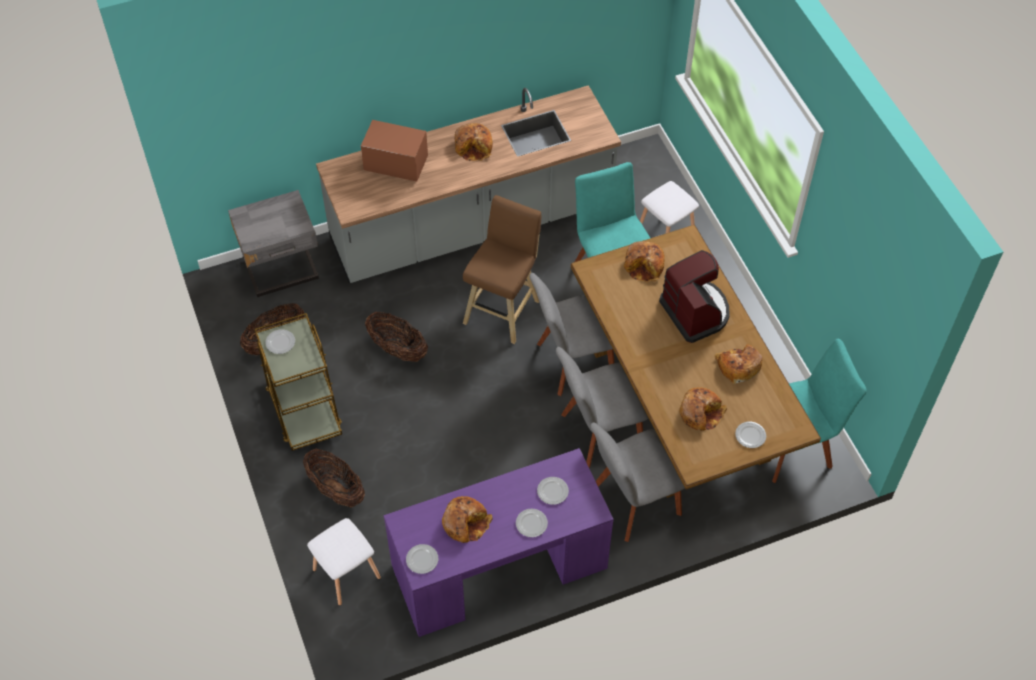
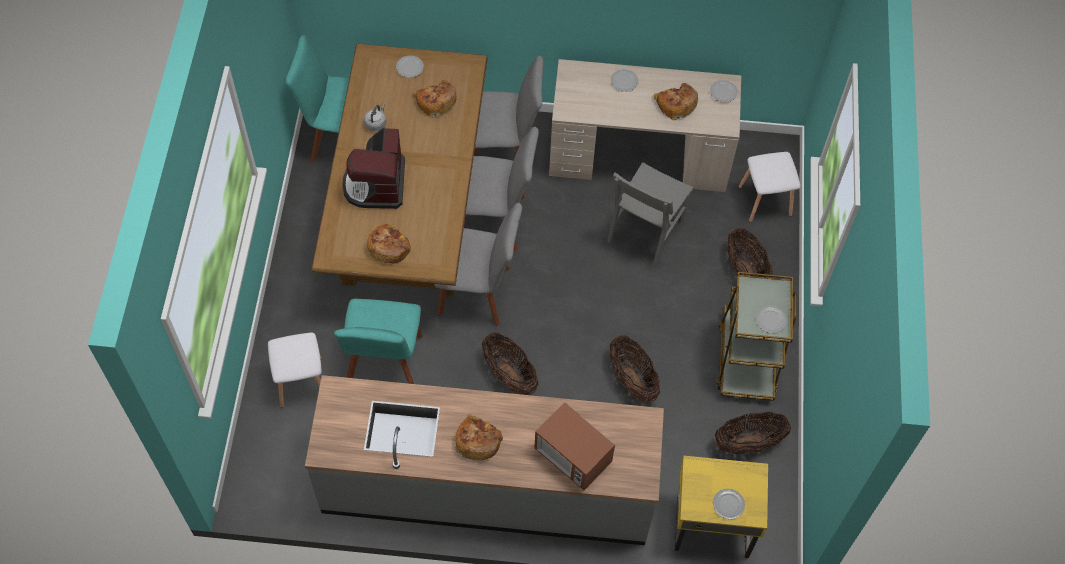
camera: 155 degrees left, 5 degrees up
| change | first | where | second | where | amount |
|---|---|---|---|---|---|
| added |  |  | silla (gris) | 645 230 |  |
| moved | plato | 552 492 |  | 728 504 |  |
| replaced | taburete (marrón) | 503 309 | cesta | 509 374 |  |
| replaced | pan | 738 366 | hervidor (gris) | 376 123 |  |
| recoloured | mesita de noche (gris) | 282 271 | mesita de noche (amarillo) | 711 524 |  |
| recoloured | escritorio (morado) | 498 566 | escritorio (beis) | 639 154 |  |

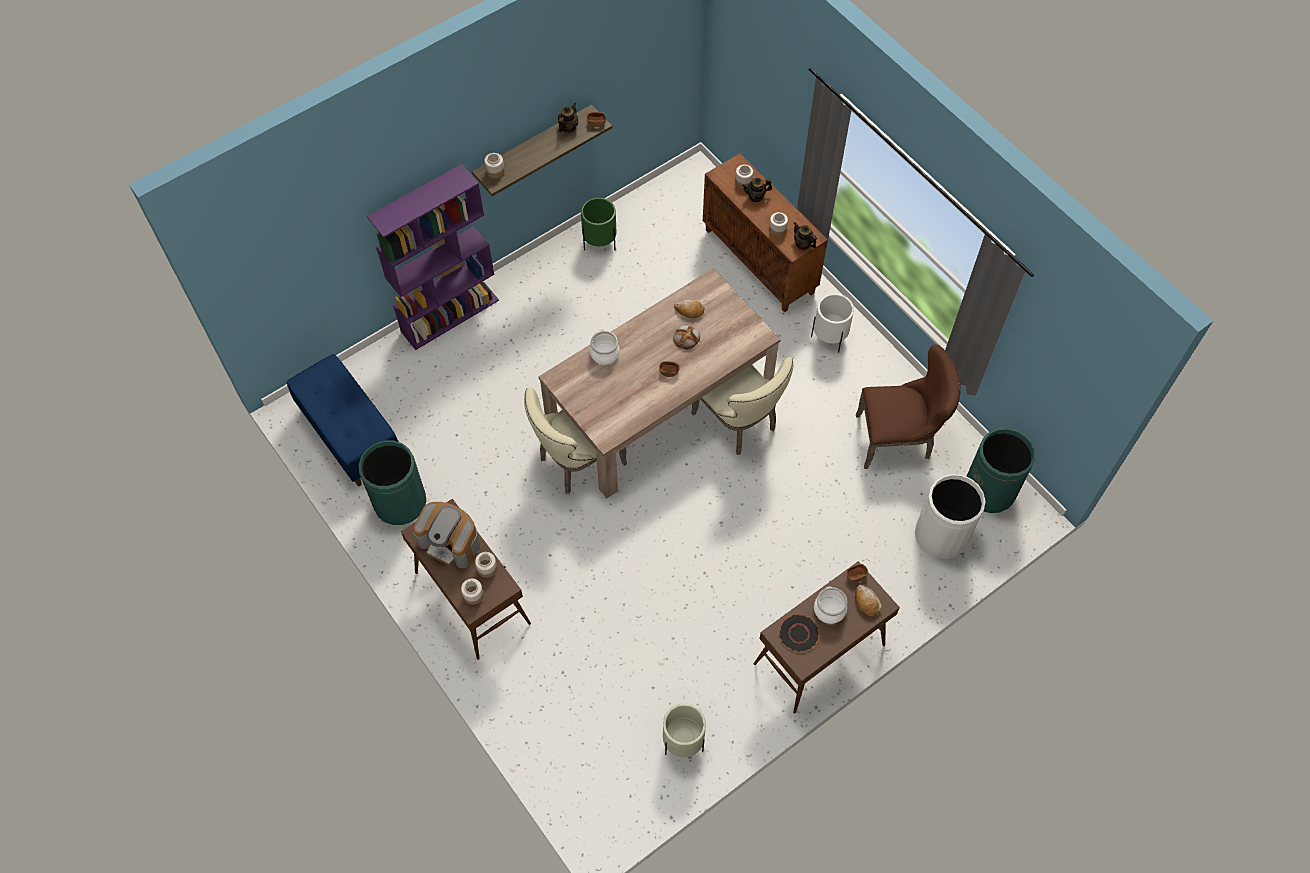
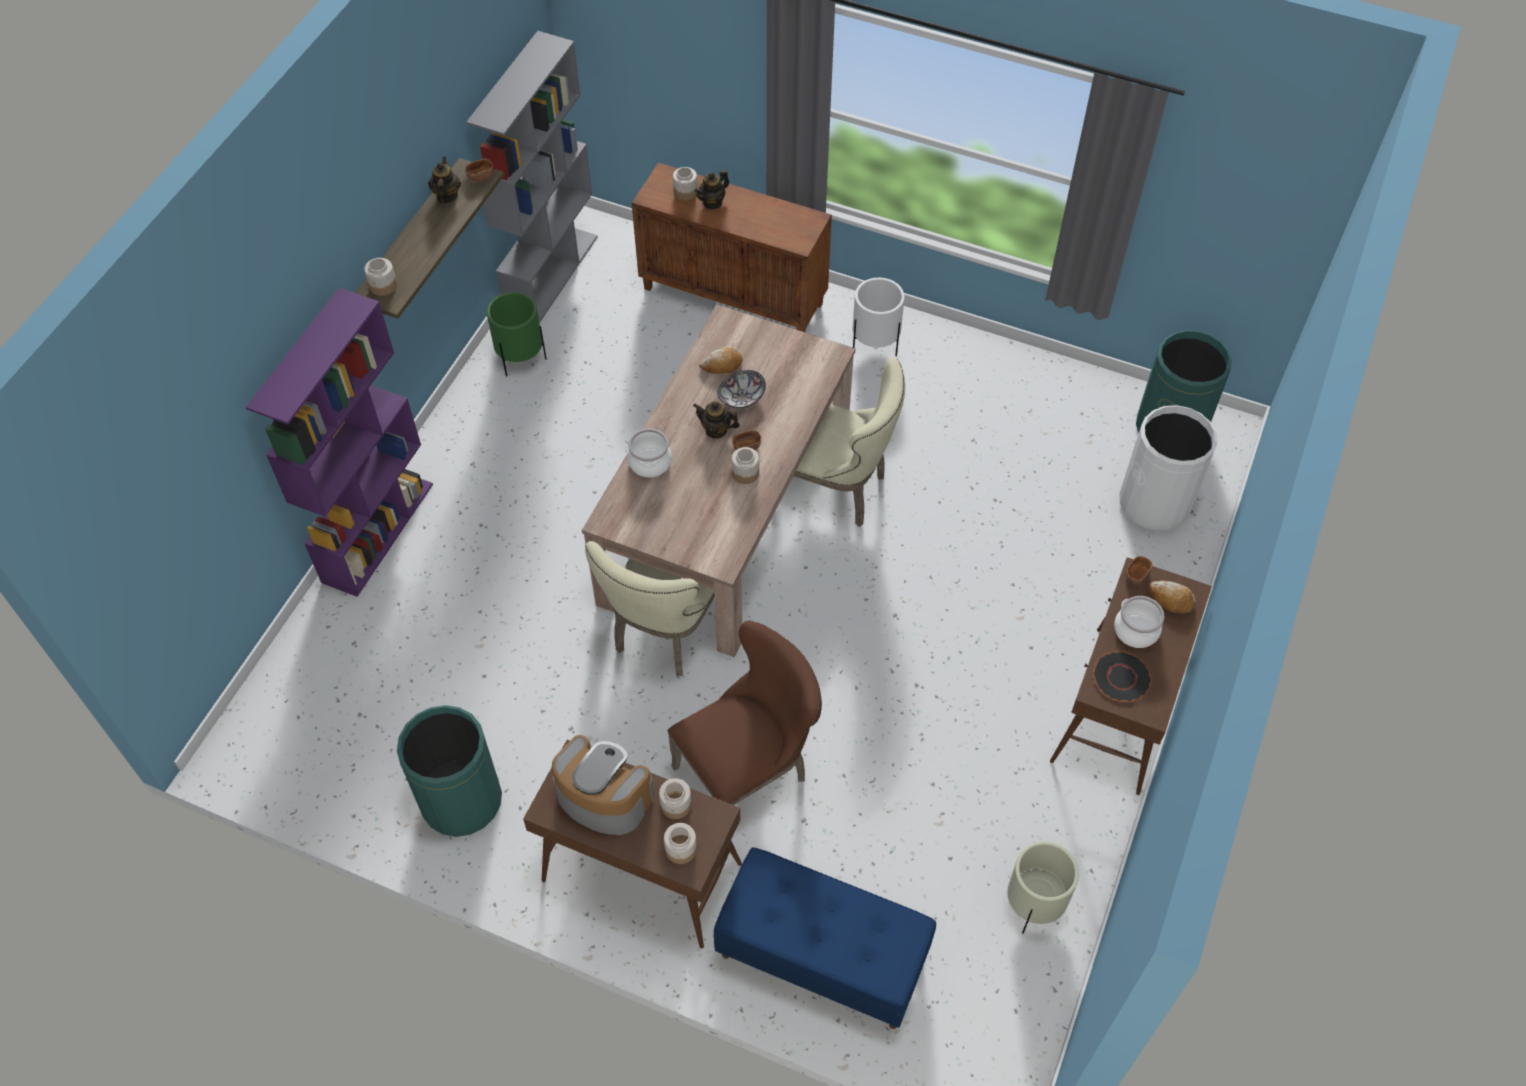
camera: 30 degrees left, 5 degrees down
| change | first | where | second | where | amount |
|---|---|---|---|---|---|
| added |  |  | estantería (gris) | 551 274 |  |
| moved | banco (azul) | 349 434 |  | 821 956 |  |
| moved | tarro | 778 229 |  | 745 473 |  |
| moved | tetera | 803 244 |  | 716 430 |  |
| moved | silla (marrón) | 898 439 |  | 748 772 |  |
| replaced | pan | 686 338 | cuenco | 741 398 |  |
| turned | cafetera | 450 542 |  | 603 797 | 150 degrees counterclockwise |

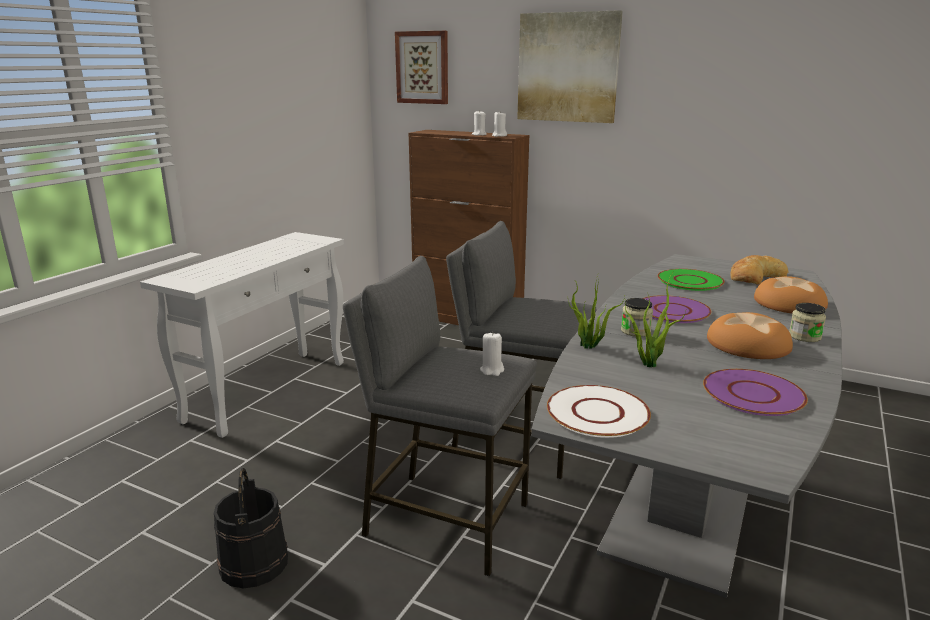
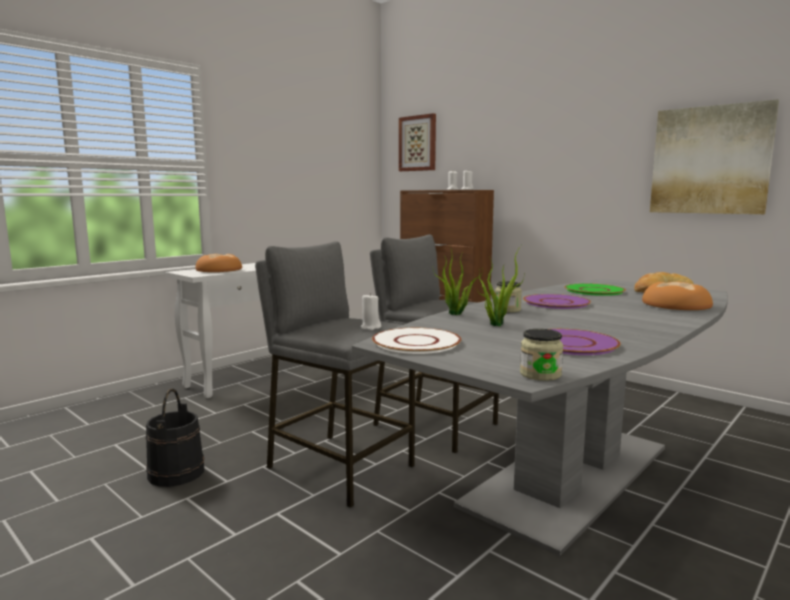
camera: 15 degrees right, 10 degrees down
| change | first | where | second | where | amount |
|---|---|---|---|---|---|
| moved | cuadro | 568 68 |  | 710 160 |  |
| moved | pan | 749 344 |  | 219 270 |  |
| moved | tarro | 804 336 |  | 540 374 |  |

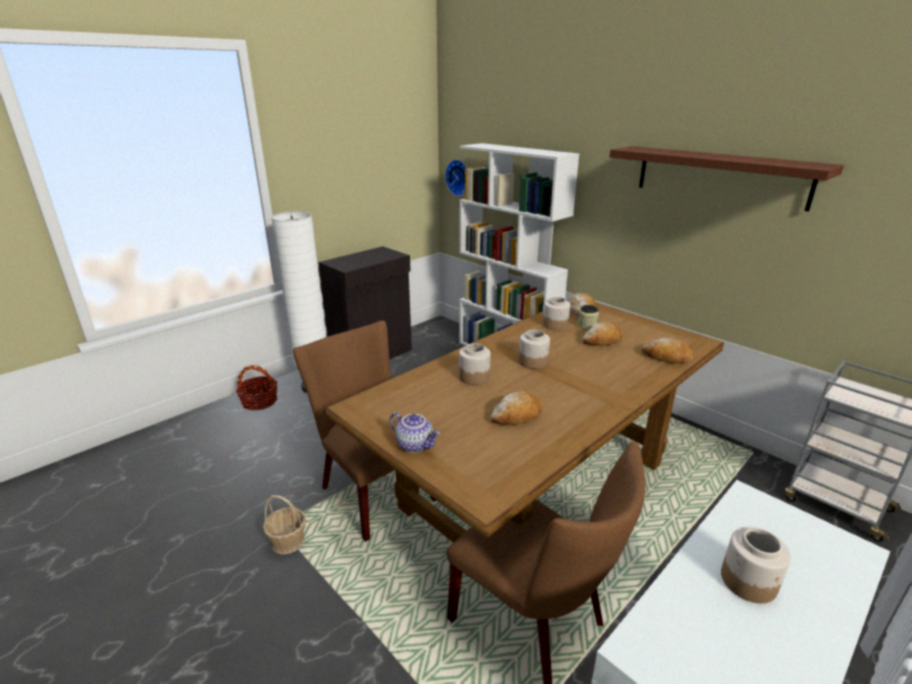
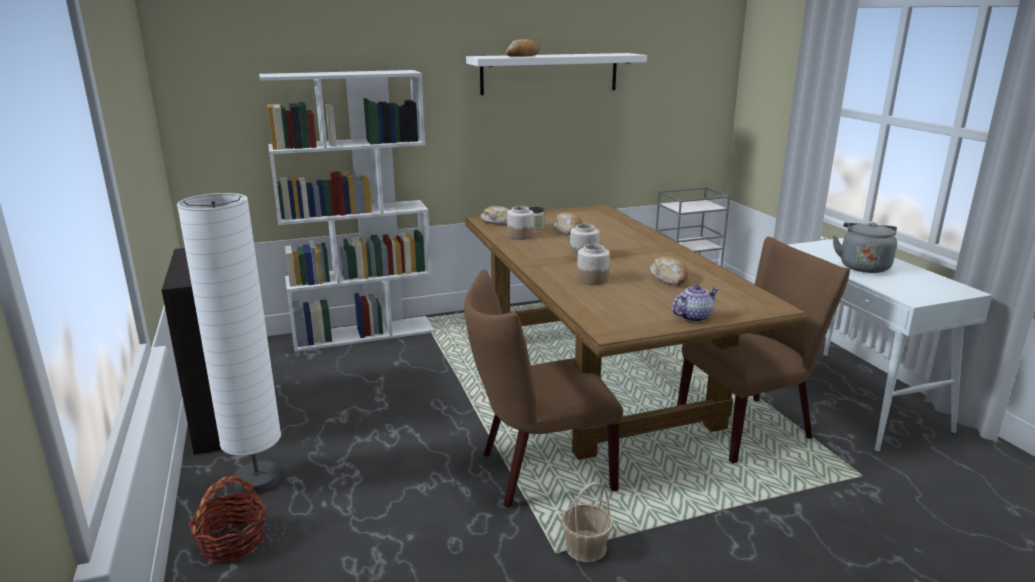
camera: 65 degrees left, 5 degrees down
| change | first | where | second | where | amount |
|---|---|---|---|---|---|
| removed | reloj de pared | 459 177 |  |  |  |
| moved | pan | 667 357 |  | 522 56 |  |
| replaced | tarro | 749 581 | hervidor (gris) | 863 266 |  |
| recoloured | estante (marrón) | 720 176 | estante (blanco) | 549 73 |  |

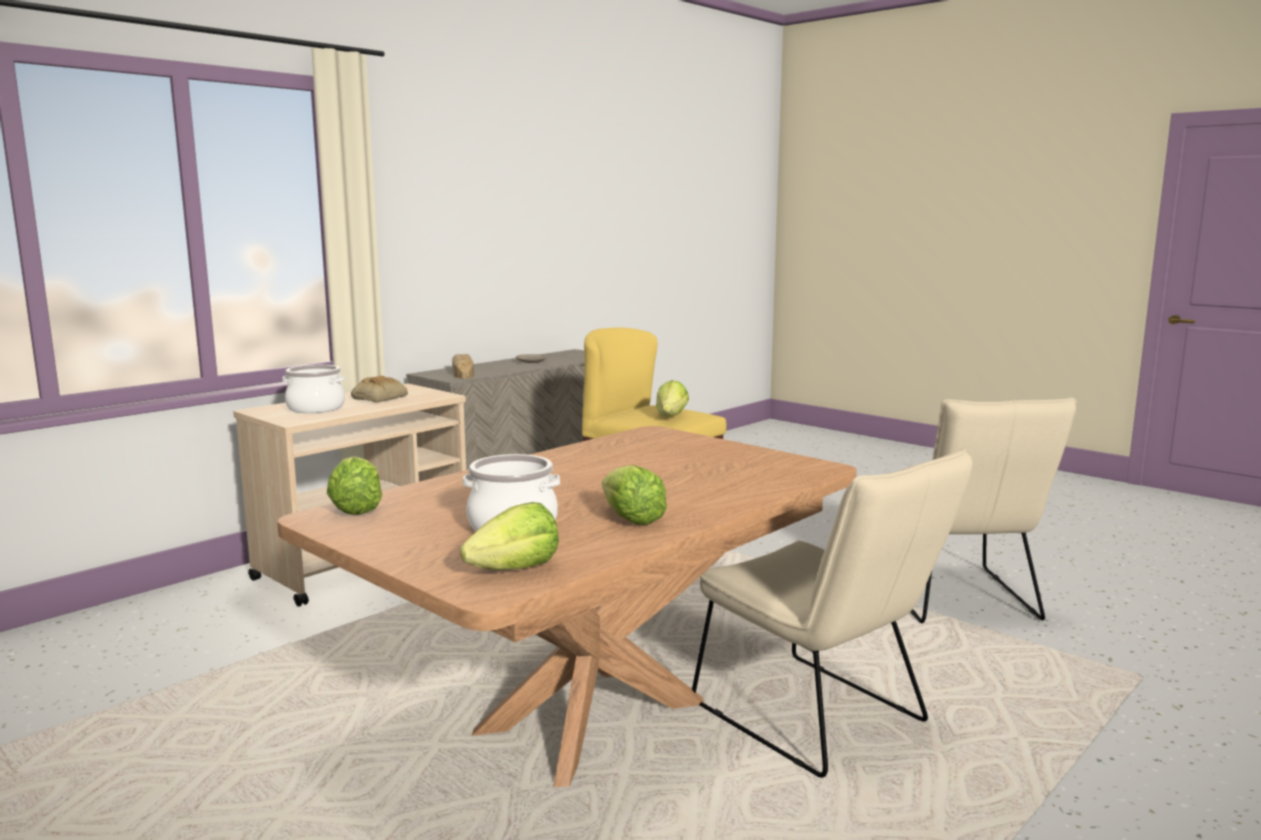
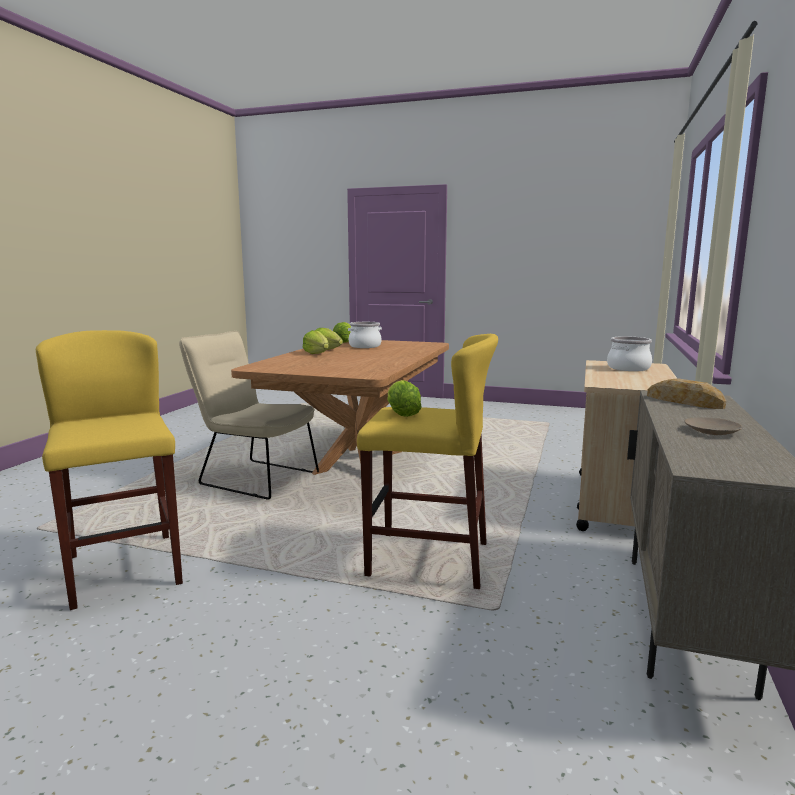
camera: 155 degrees right, 0 degrees up
| change | first | where | second | where | amount |
|---|---|---|---|---|---|
| removed | pan | 379 397 |  |  |  |
| moved | lechuga | 357 508 |  | 317 354 |  |
| replaced | silla (beis) | 959 600 | taburete (amarillo) | 124 569 |  |

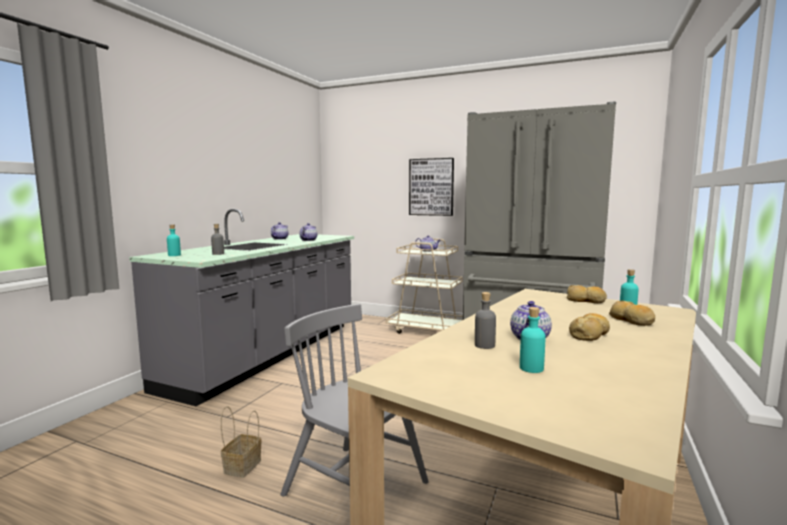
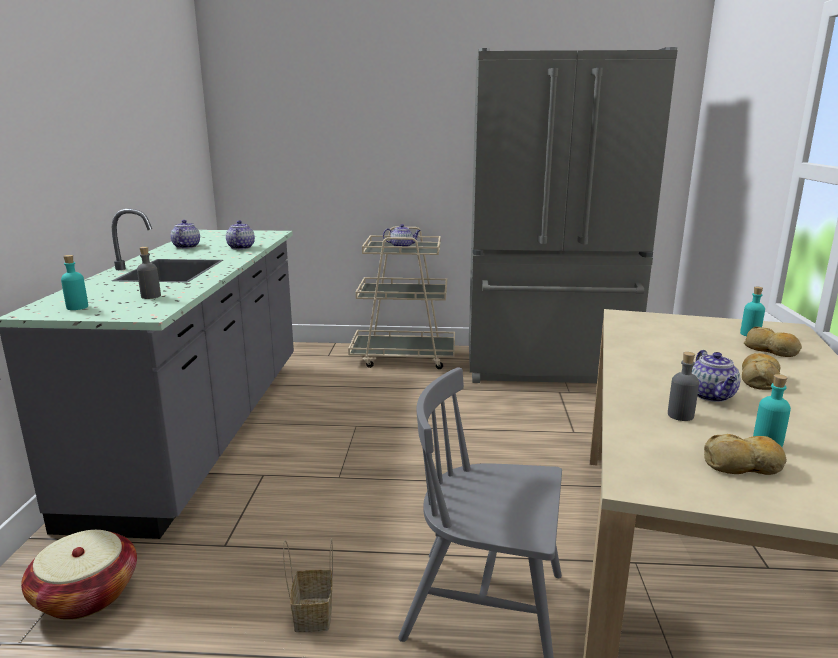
camera: 20 degrees left, 10 degrees up
| change | first | where | second | where | amount |
|---|---|---|---|---|---|
| removed | cuadro | 431 187 |  |  |  |
| added |  |  | cesta | 86 595 |  |
| moved | pan | 586 300 |  | 744 465 |  |

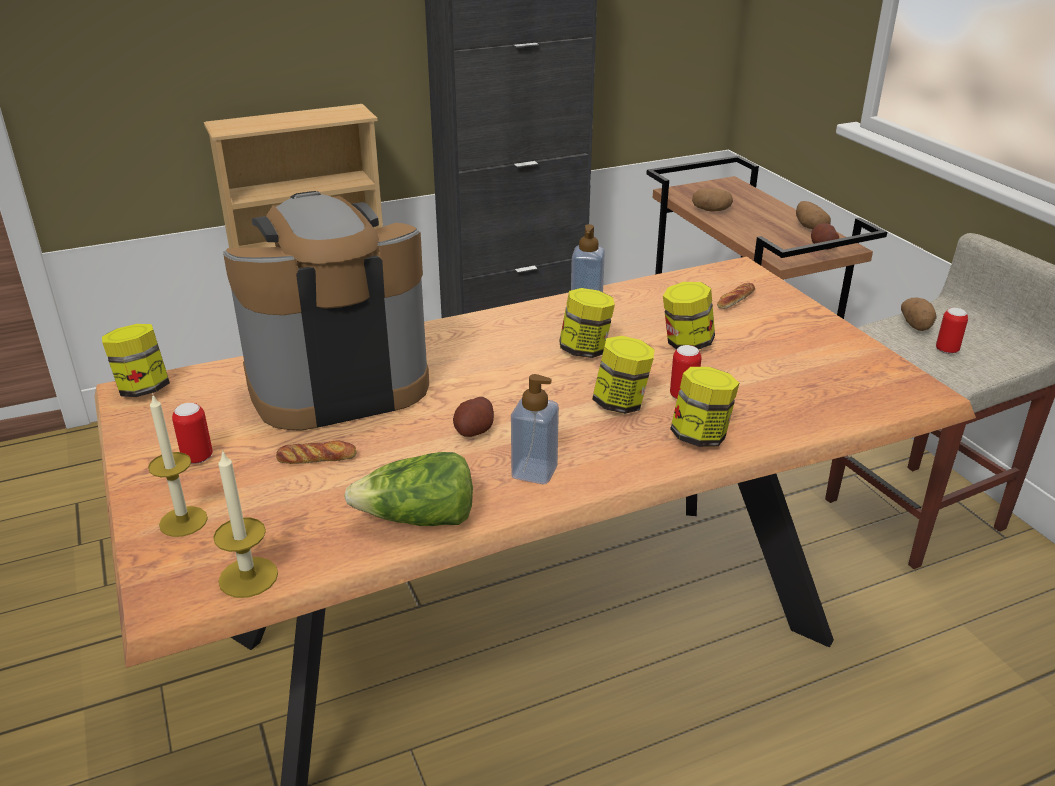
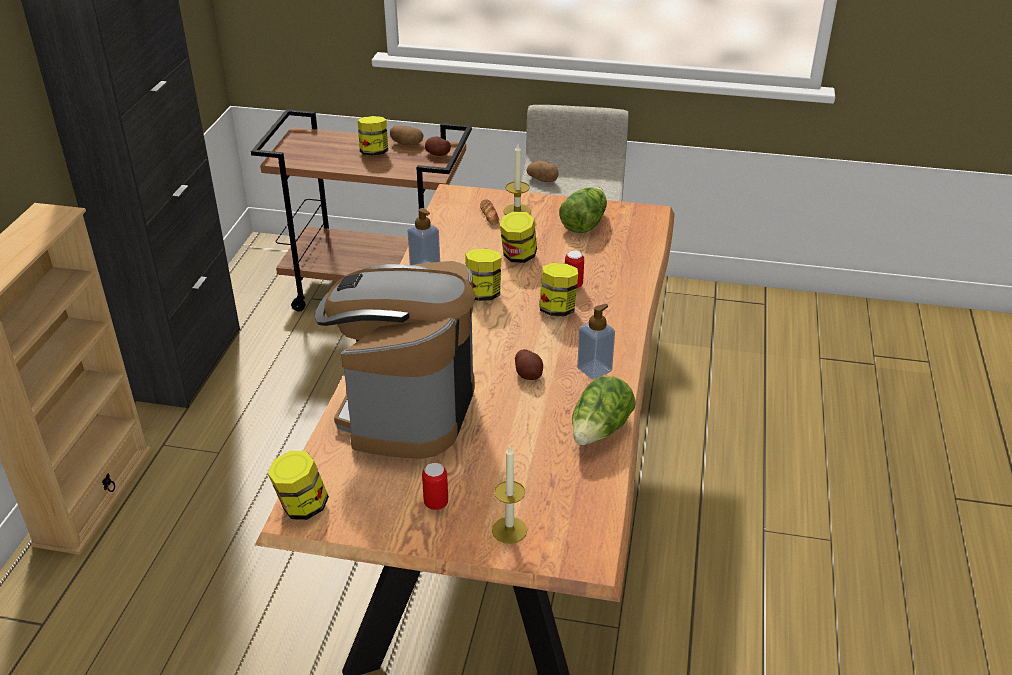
camera: 55 degrees left, 5 degrees up
| change | first | where | second | where | amount |
|---|---|---|---|---|---|
| removed | pan | 317 458 |  |  |  |
| removed | patata | 711 210 |  |  |  |
| removed | lata | 946 350 |  |  |  |
| added |  |  | lechuga | 584 223 |  |
| moved | vela | 248 577 |  | 517 211 |  |
| moved | tarro | 700 436 |  | 374 152 |  |

